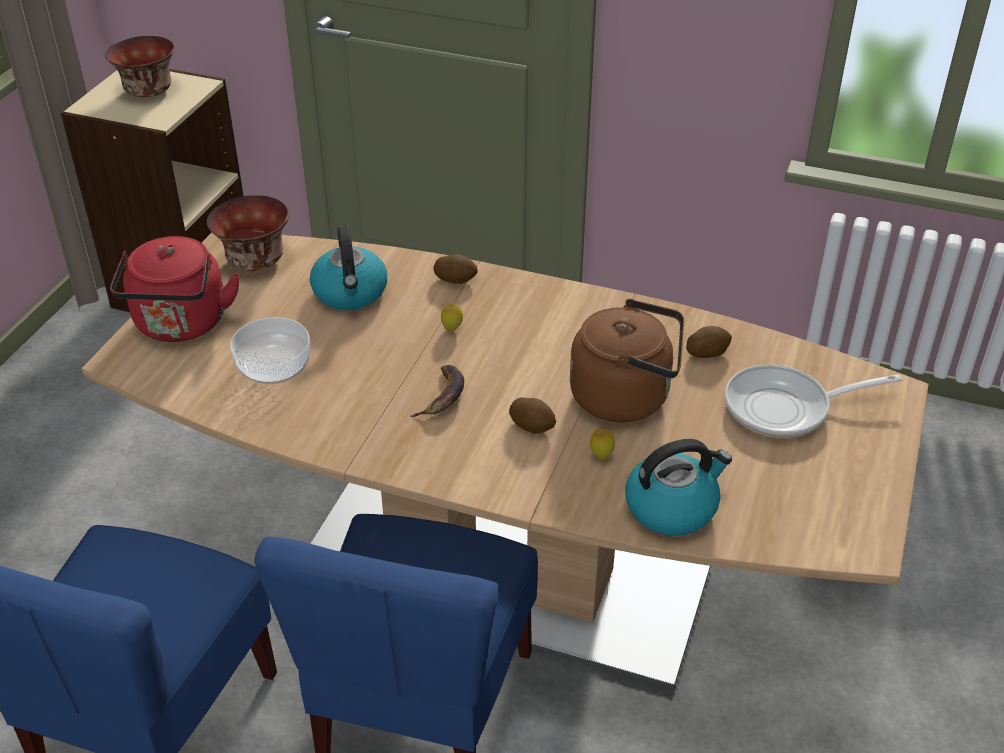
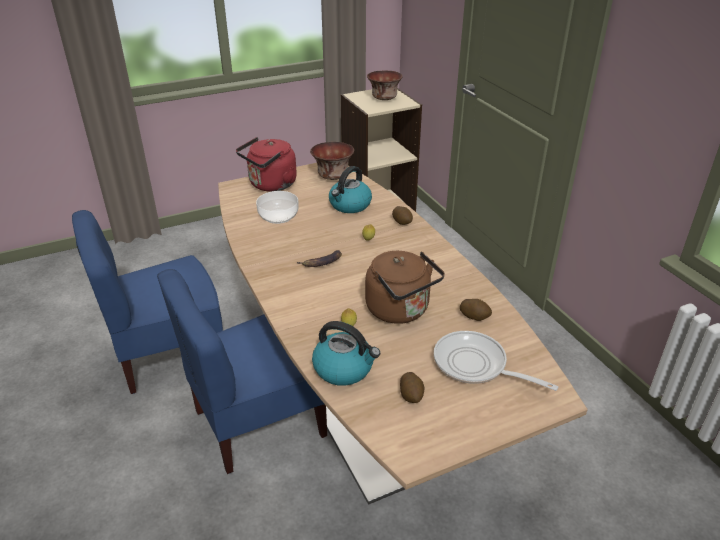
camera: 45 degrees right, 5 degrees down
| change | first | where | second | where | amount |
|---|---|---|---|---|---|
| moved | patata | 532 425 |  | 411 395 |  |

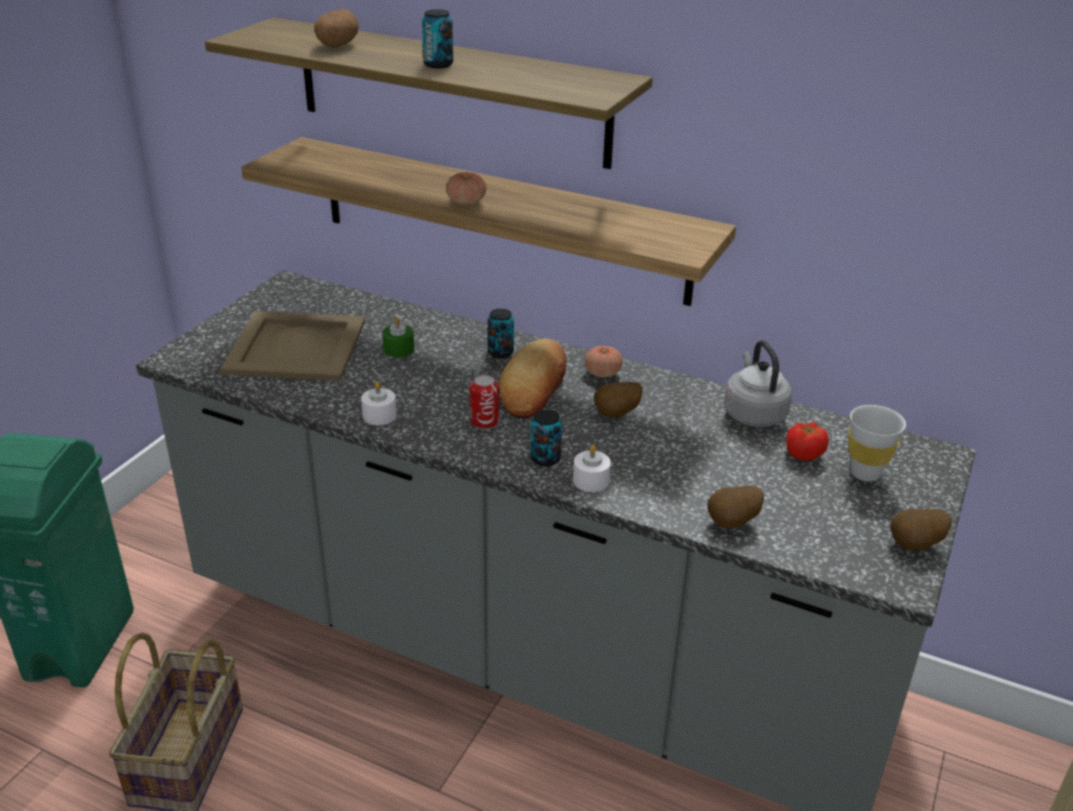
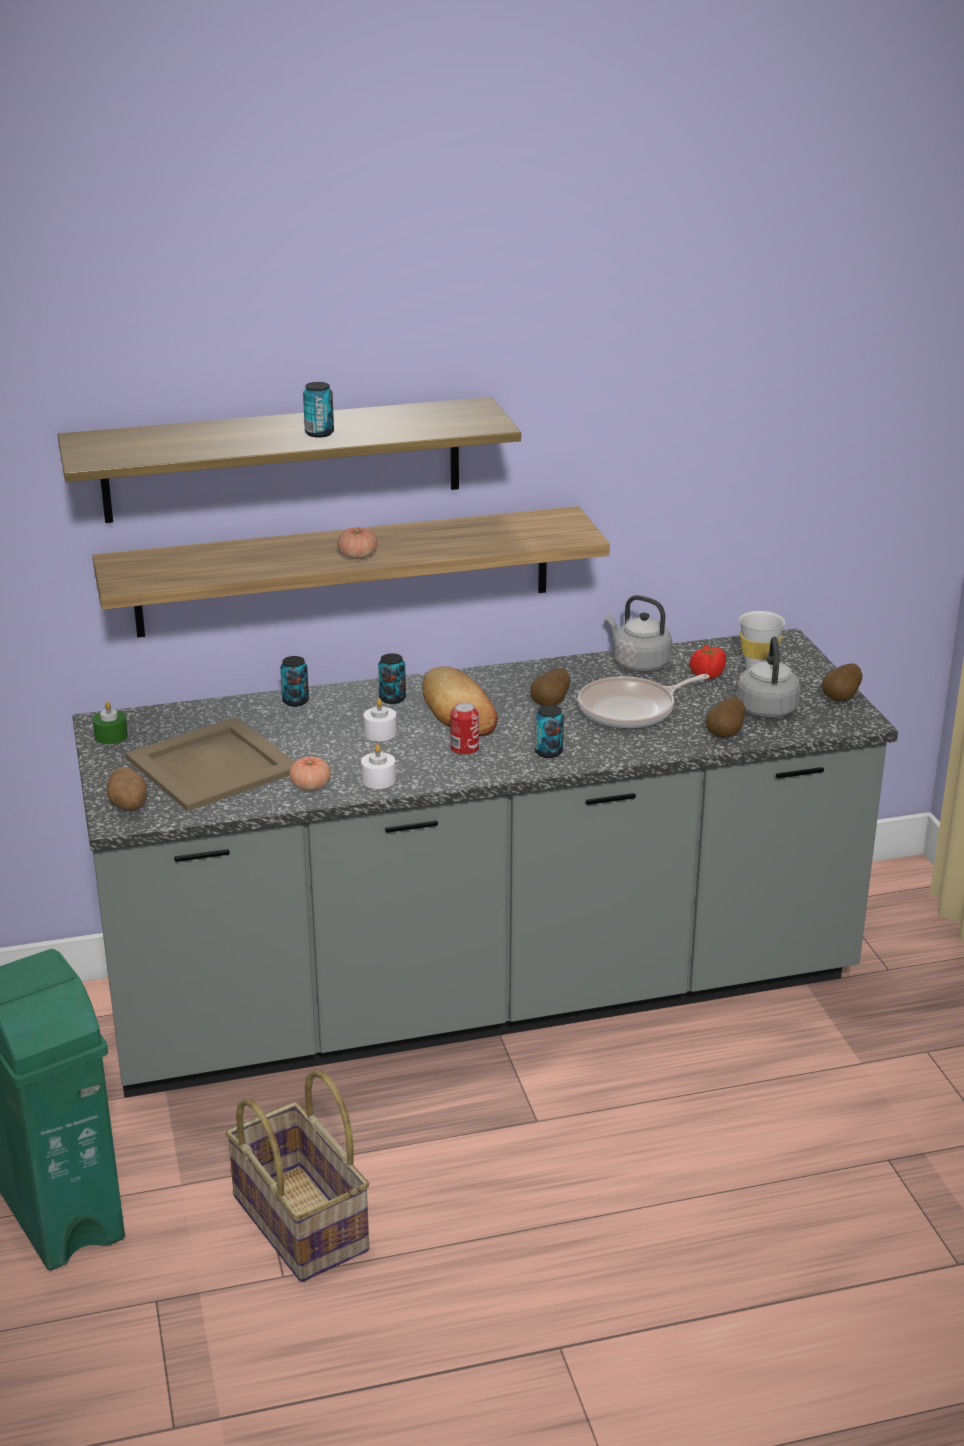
camera: 40 degrees left, 5 degrees down
| change | first | where | second | where | amount |
|---|---|---|---|---|---|
| added |  |  | lata | 295 701 |  |
| added |  |  | sartén | 631 710 |  |
| added |  |  | hervidor (gris) | 766 708 |  |
| moved | patata | 336 46 |  | 128 806 |  |
| moved | vela (verde) | 398 349 |  | 111 736 |  |
| moved | vela (blanco) | 591 480 |  | 380 733 |  |
| moved | tomate | 602 373 |  | 310 786 |  |

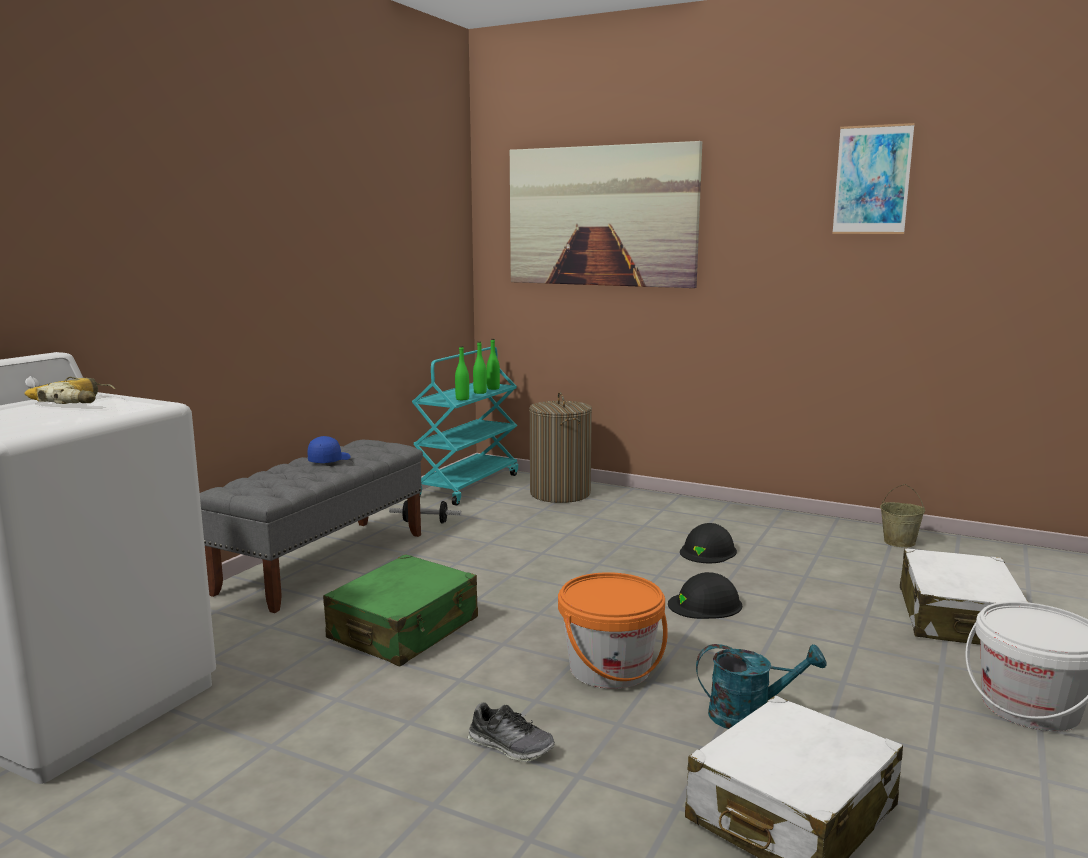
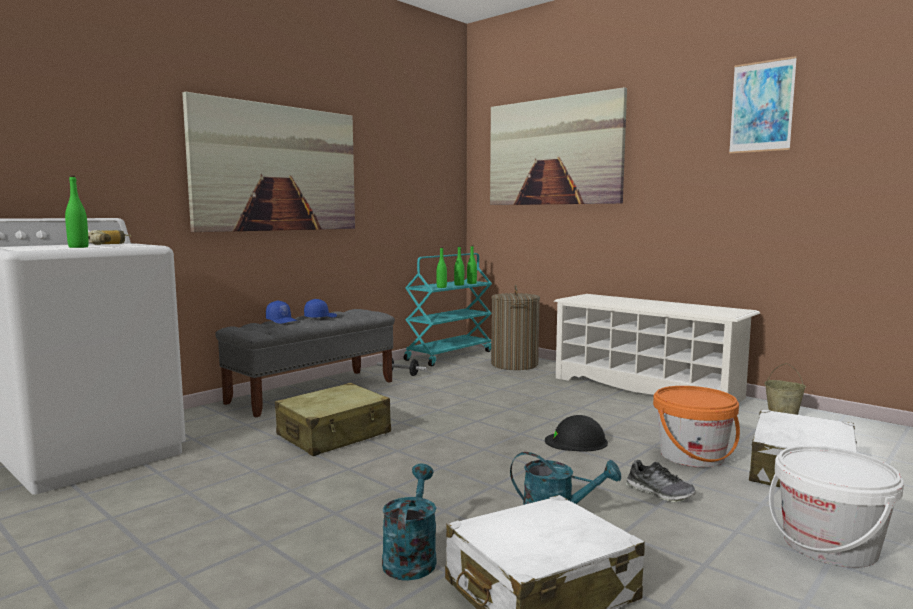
camera: 15 degrees right, 5 degrees down
| change | first | where | second | where | amount |
|---|---|---|---|---|---|
| removed | casco (negro) | 708 551 |  |  |  |
| added |  |  | botella (verde) | 78 247 |  |
| added |  |  | cuadro | 277 168 |  |
| added |  |  | gorra (azul) | 282 321 |  |
| added |  |  | regadera (turquesa) | 411 557 |  |
| added |  |  | zapatero (blanco) | 647 388 |  |
| moved | zapato | 510 746 |  | 659 493 |  |
| moved | cubo (naranja) | 610 668 |  | 692 456 |  |
| recoloured | maleta (verde) | 404 629 | maleta (beis) | 334 435 |  |

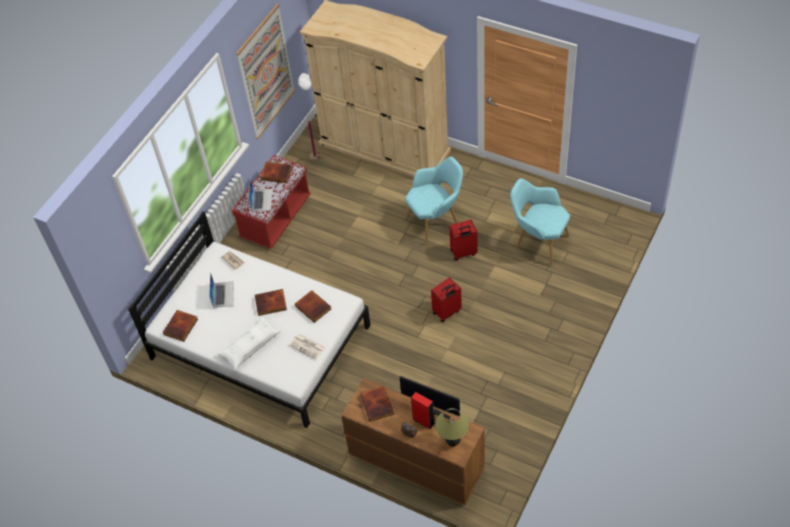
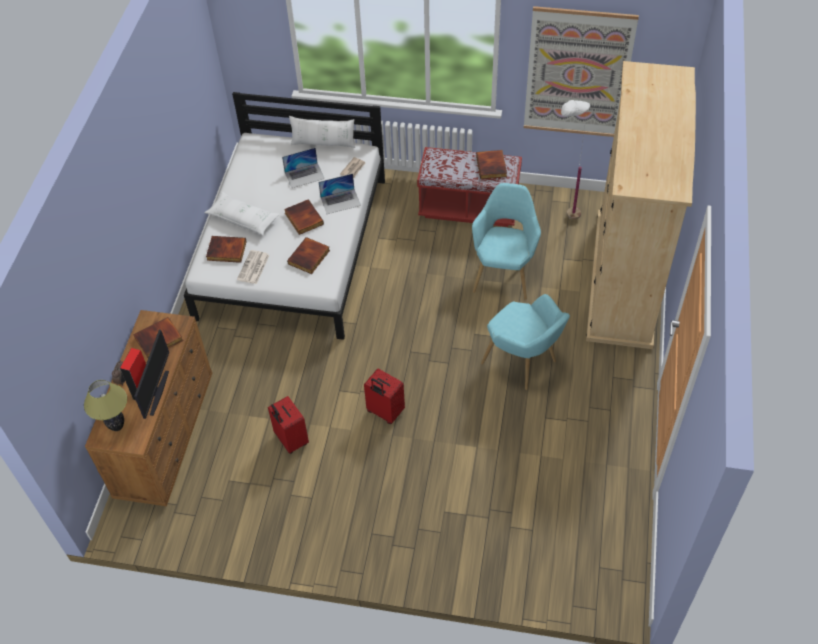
camera: 70 degrees right, 0 degrees up
| change | first | where | second | where | amount |
|---|---|---|---|---|---|
| added |  |  | cojín (blanco) | 323 143 |  |
| moved | libro | 181 327 |  | 226 251 |  |
| moved | portátil | 261 199 |  | 340 201 |  |
| moved | maleta (rojo) | 463 253 |  | 290 440 |  |
| moved | sillón (turquesa) | 538 242 |  | 503 272 |  |

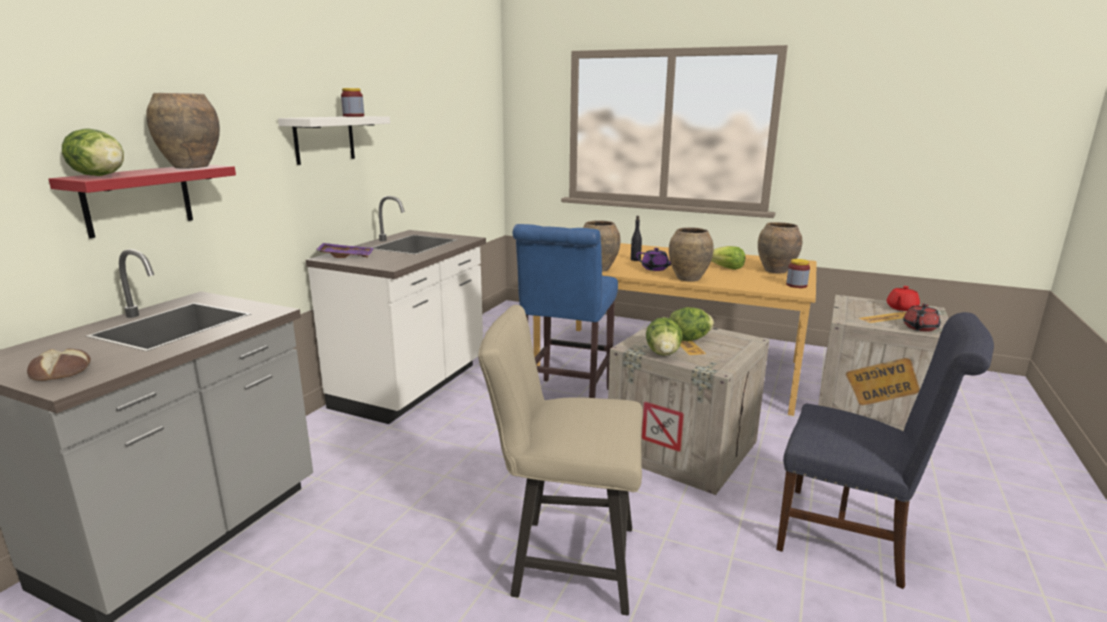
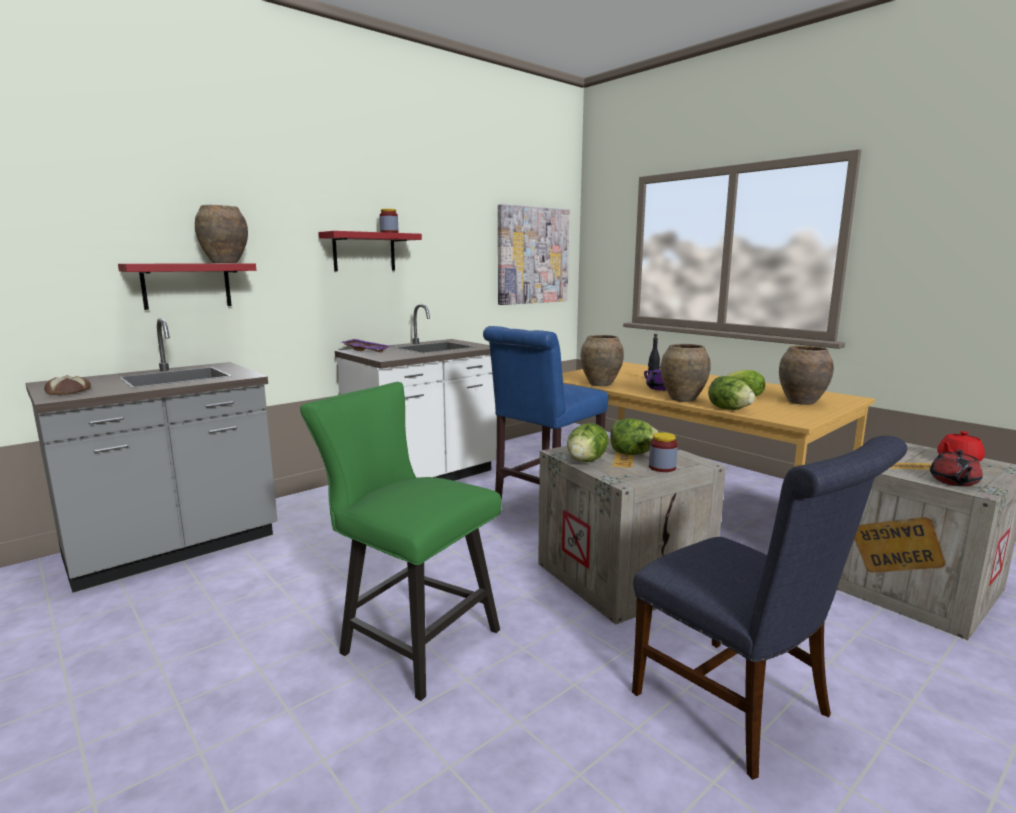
camera: 25 degrees right, 5 degrees down
| change | first | where | second | where | amount |
|---|---|---|---|---|---|
| added |  |  | cuadro | 532 255 |  |
| moved | lechuga | 100 176 |  | 729 409 |  |
| moved | tarro | 796 285 |  | 662 467 |  |
| recoloured | estante (blanco) | 324 139 | estante (rojo) | 364 252 |  |
| recoloured | silla (beis) | 564 561 | silla (verde) | 411 639 |  |
| turned | tetera (rojo) | 919 328 |  | 954 482 | 45 degrees counterclockwise |

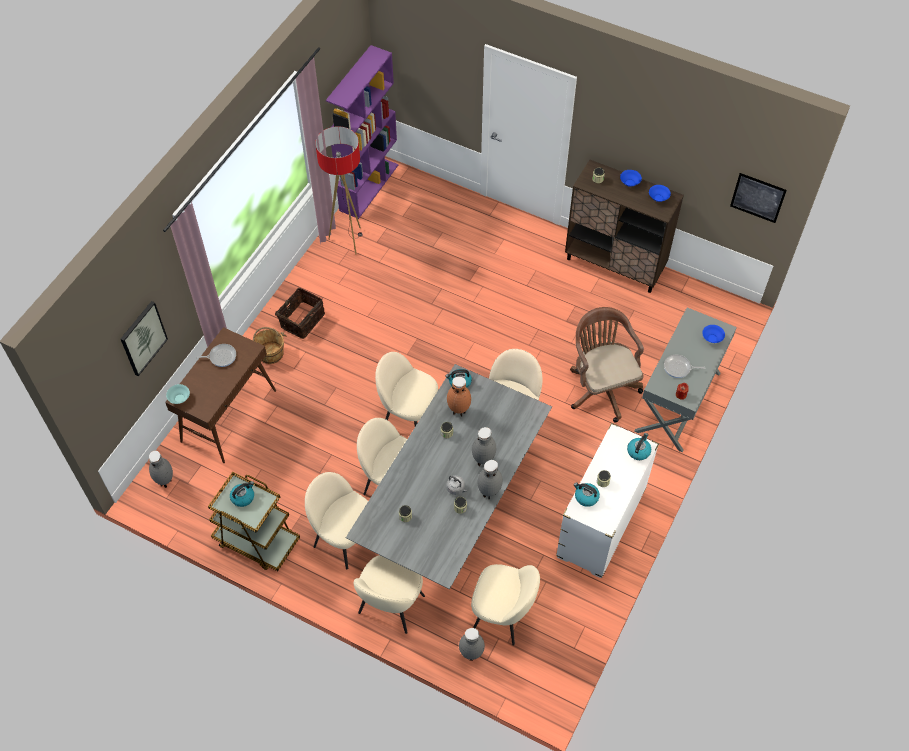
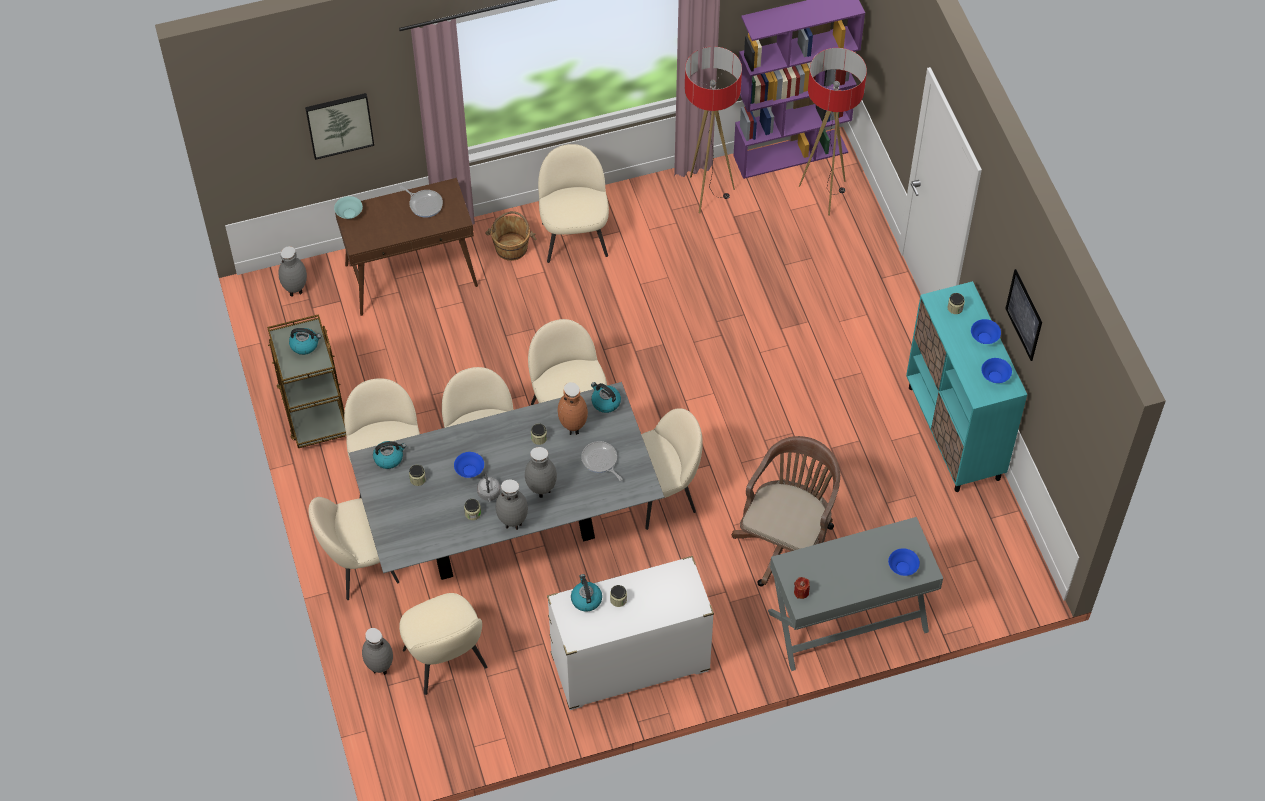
camera: 45 degrees right, 0 degrees up
| change | first | where | second | where | amount |
|---|---|---|---|---|---|
| added |  |  | cuenco (azul) | 469 470 |  |
| added |  |  | lámpara de pie | 824 194 |  |
| moved | hervidor | 638 451 |  | 389 458 |  |
| moved | sartén | 678 368 |  | 600 461 |  |
| moved | cuadro | 758 197 |  | 1024 315 |  |
| replaced | cesta | 301 320 | silla (beis) | 574 237 |  |
| recoloured | armario (marrón) | 615 264 | armario (turquesa) | 954 433 |  |

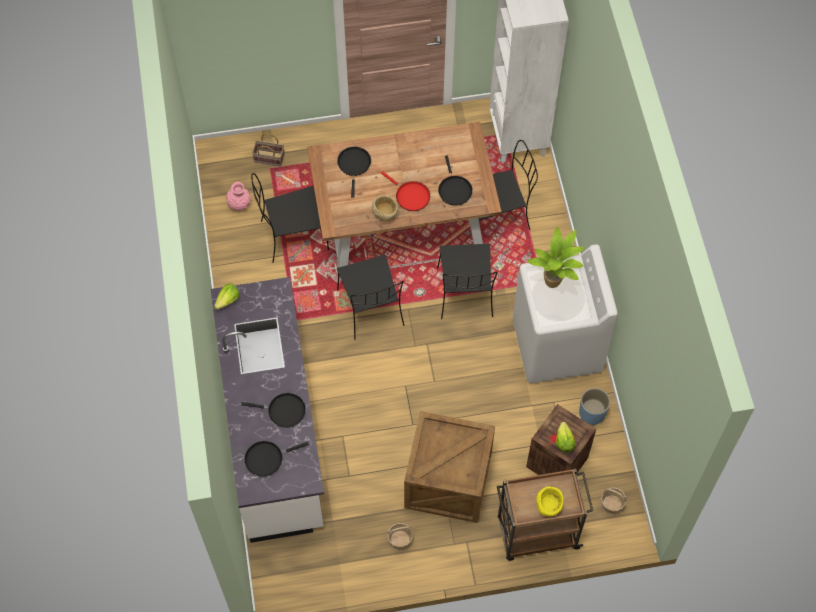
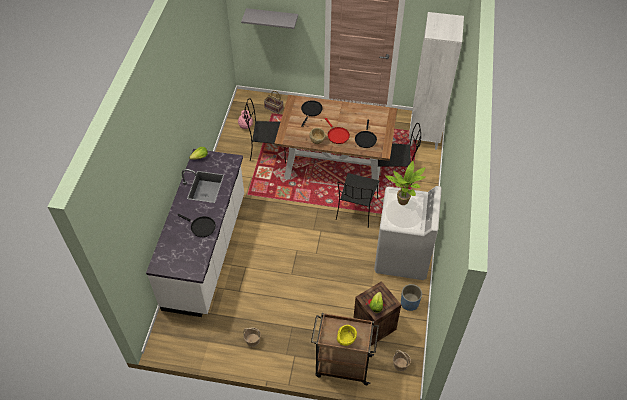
camera: 20 degrees right, 10 degrees down
| change | first | where | second | where | amount |
|---|---|---|---|---|---|
| removed | sartén (negro) | 267 459 |  |  |  |
| removed | silla (negro) | 371 309 |  |  |  |
| removed | caja de embalaje | 446 482 |  |  |  |
| added |  |  | estante (gris) | 272 18 |  |

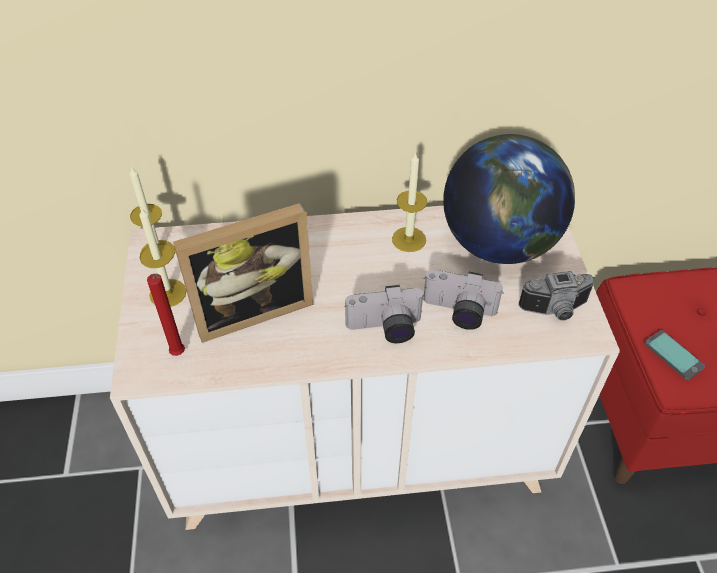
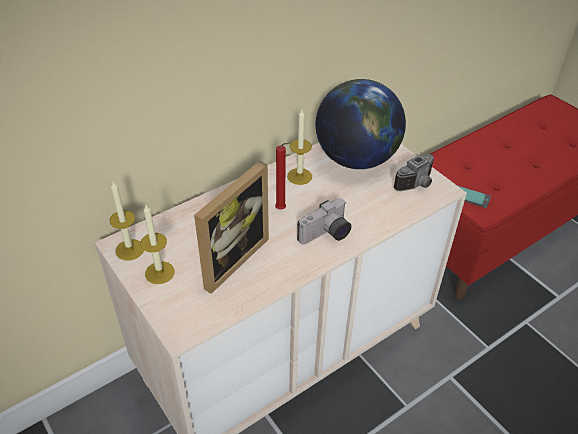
camera: 30 degrees left, 5 degrees down
| change | first | where | second | where | amount |
|---|---|---|---|---|---|
| removed | cámara | 458 313 |  |  |  |
| moved | vela (rojo) | 179 355 |  | 282 209 |  |

